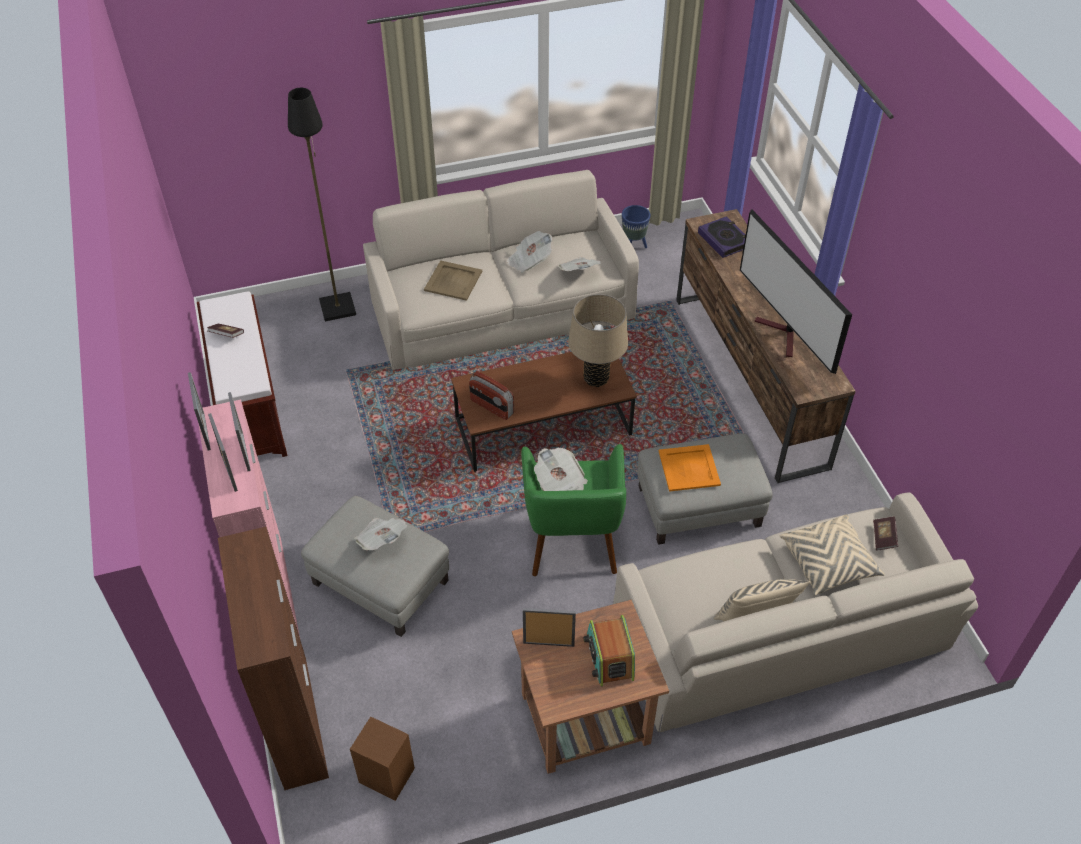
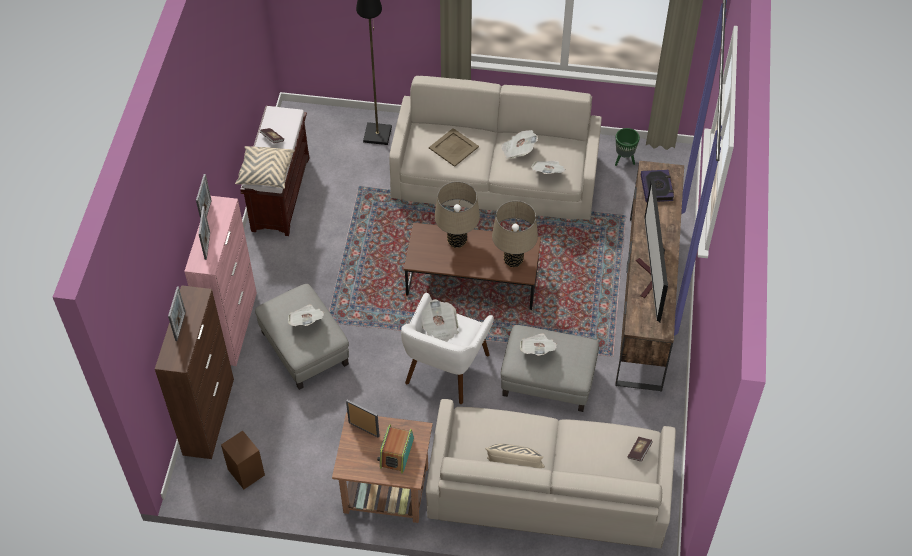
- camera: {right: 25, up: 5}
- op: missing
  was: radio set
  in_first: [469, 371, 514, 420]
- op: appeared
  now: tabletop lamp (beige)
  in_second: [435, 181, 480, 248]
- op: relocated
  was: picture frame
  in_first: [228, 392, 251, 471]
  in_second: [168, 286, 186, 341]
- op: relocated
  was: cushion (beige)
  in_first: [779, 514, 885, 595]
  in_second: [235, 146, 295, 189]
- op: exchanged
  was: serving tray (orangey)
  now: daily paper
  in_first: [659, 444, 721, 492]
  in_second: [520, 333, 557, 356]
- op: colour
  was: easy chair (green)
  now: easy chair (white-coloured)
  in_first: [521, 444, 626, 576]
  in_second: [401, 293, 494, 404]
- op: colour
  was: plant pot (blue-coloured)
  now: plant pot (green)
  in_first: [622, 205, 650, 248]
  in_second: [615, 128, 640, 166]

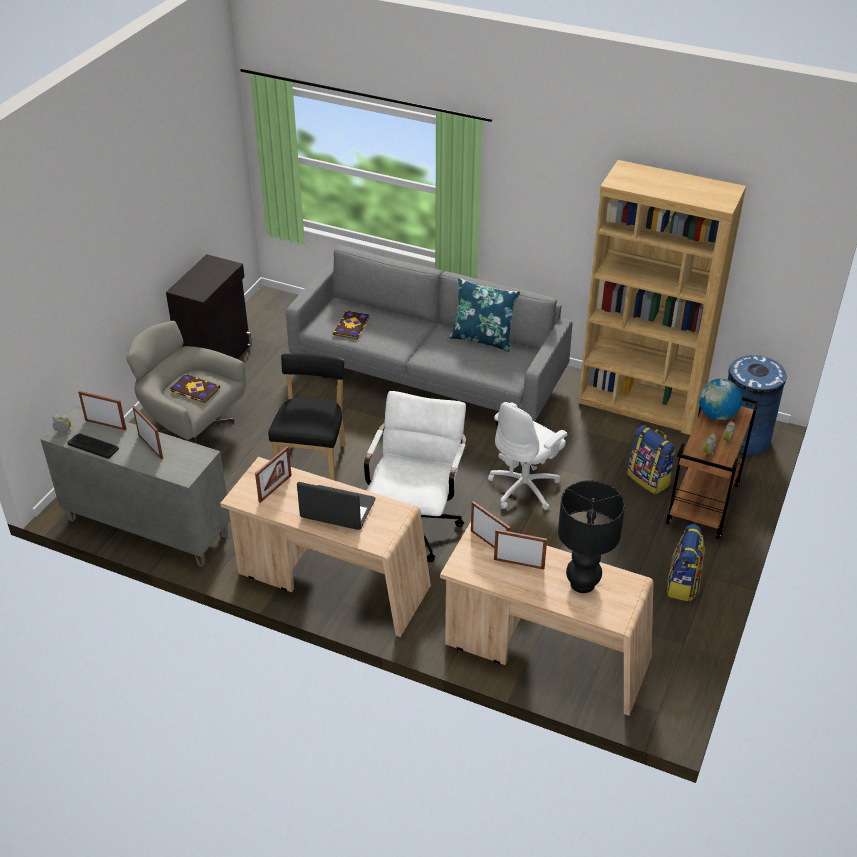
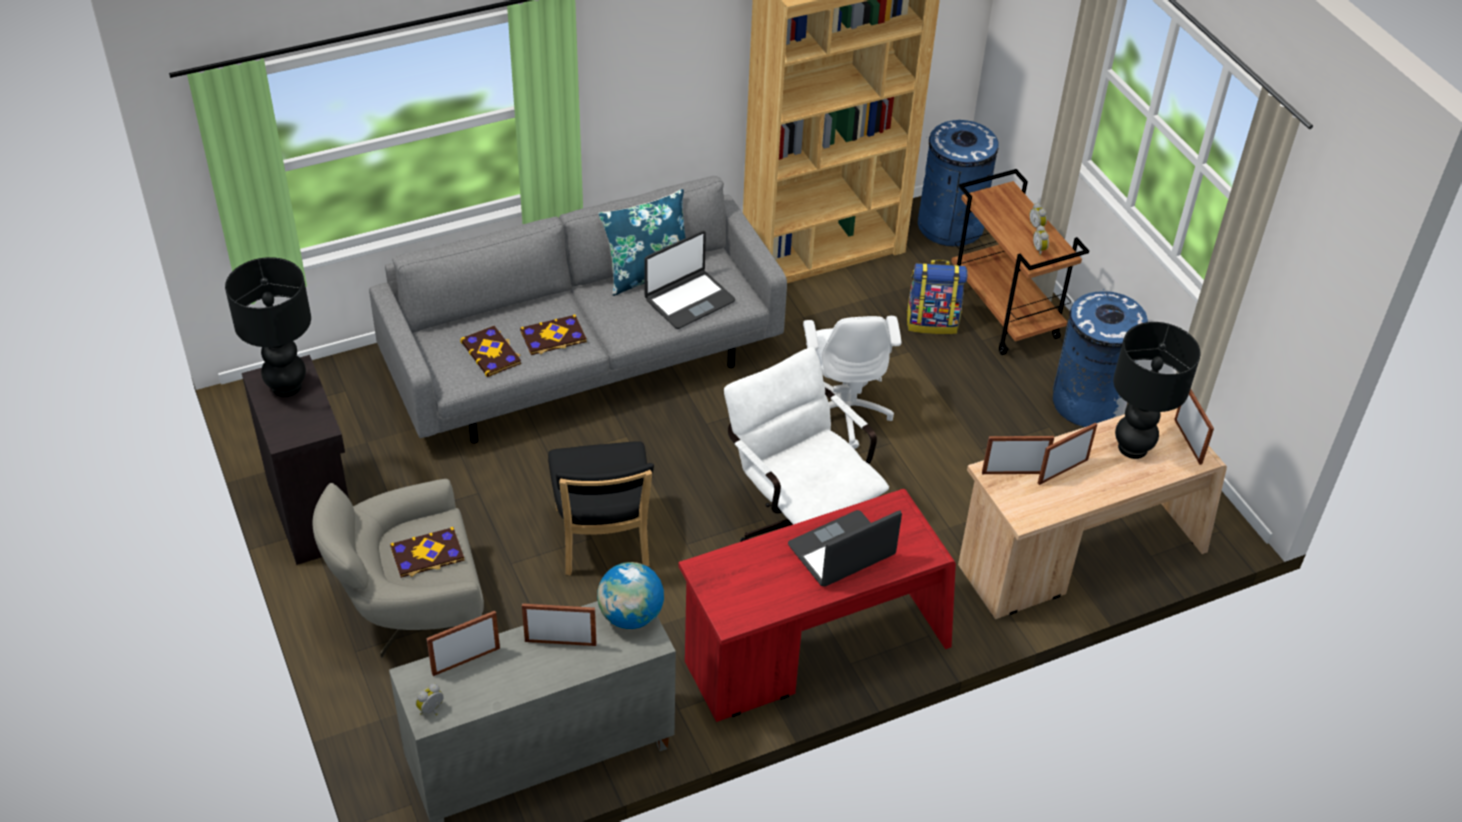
- camera: {right: -50, up: 5}
- op: missing
  was: computer keyboard
  in_first: [67, 434, 119, 459]
- op: appeared
  now: tabletop lamp (blackish)
  in_second: [225, 257, 311, 397]
- op: appeared
  now: bound book
  in_second: [520, 314, 587, 355]
- op: appeared
  now: portable computer
  in_second: [644, 231, 735, 329]
- op: relocated
  was: picture frame
  in_first: [255, 446, 292, 503]
  in_second: [1174, 389, 1214, 465]
- op: relocated
  was: desk globe
  in_first: [699, 379, 742, 421]
  in_second: [597, 562, 664, 629]
- op: exchanged
  was: knapsack
  now: waste bin (blue-coloured)
  in_first: [667, 524, 705, 601]
  in_second: [1053, 289, 1148, 427]
- op: colour
  was: desk unit (beige)
  now: desk unit (red)
  in_first: [220, 457, 431, 637]
  in_second: [679, 489, 956, 722]
- op: spun
  was: plain chair (blackish)
  in_first: [268, 354, 346, 481]
  in_second: [548, 441, 654, 575]
  clockwise: -150

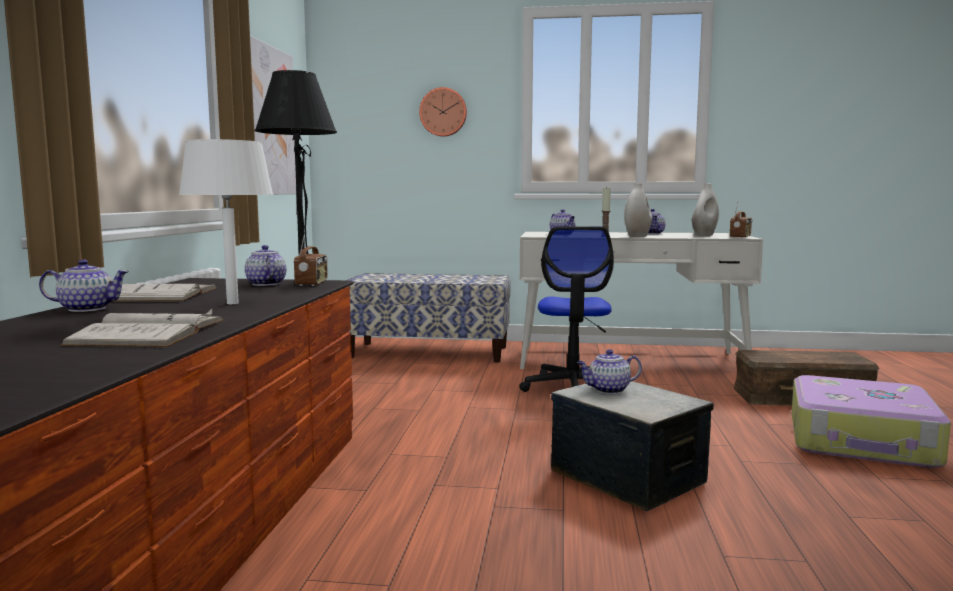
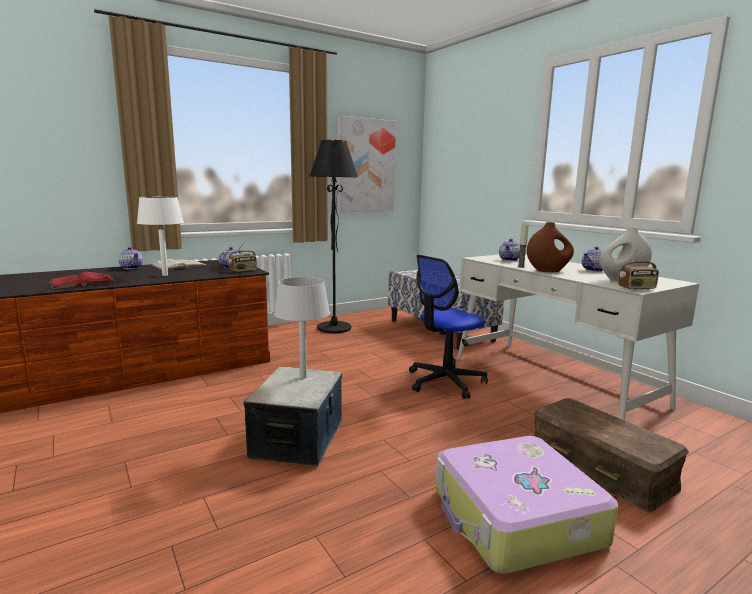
- camera: {right: 50, up: 5}
- op: missing
  was: clock on the wall
  in_first: [419, 87, 467, 137]
- op: exchanged
  was: tea pot
  now: tabletop lamp (grey)
  in_first: [577, 349, 642, 394]
  in_second: [274, 277, 330, 378]
- op: colour
  was: bound book (white-coloured)
  now: bound book (red)
  in_first: [60, 309, 225, 347]
  in_second: [49, 272, 116, 289]
- op: colour
  was: vase (white-coloured)
  now: vase (brown)
  in_first: [624, 183, 652, 237]
  in_second: [527, 222, 574, 272]

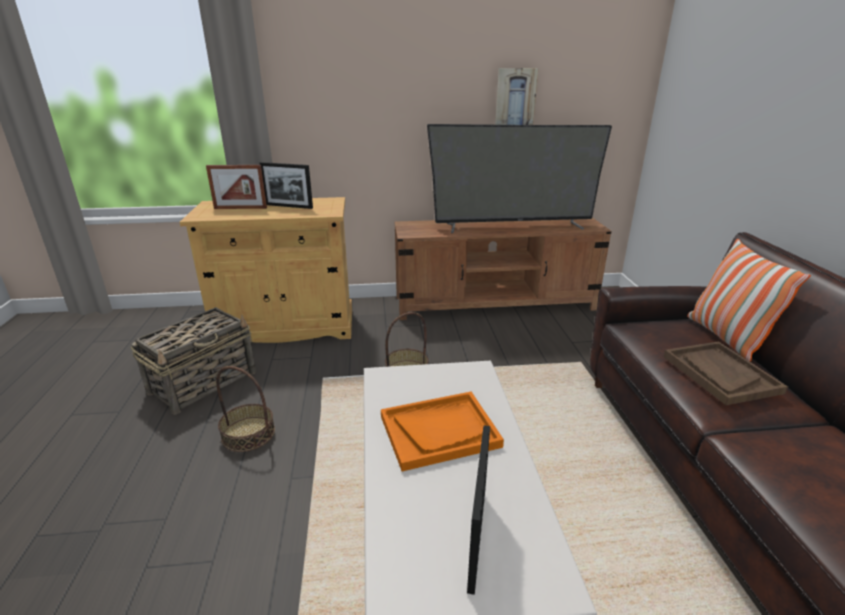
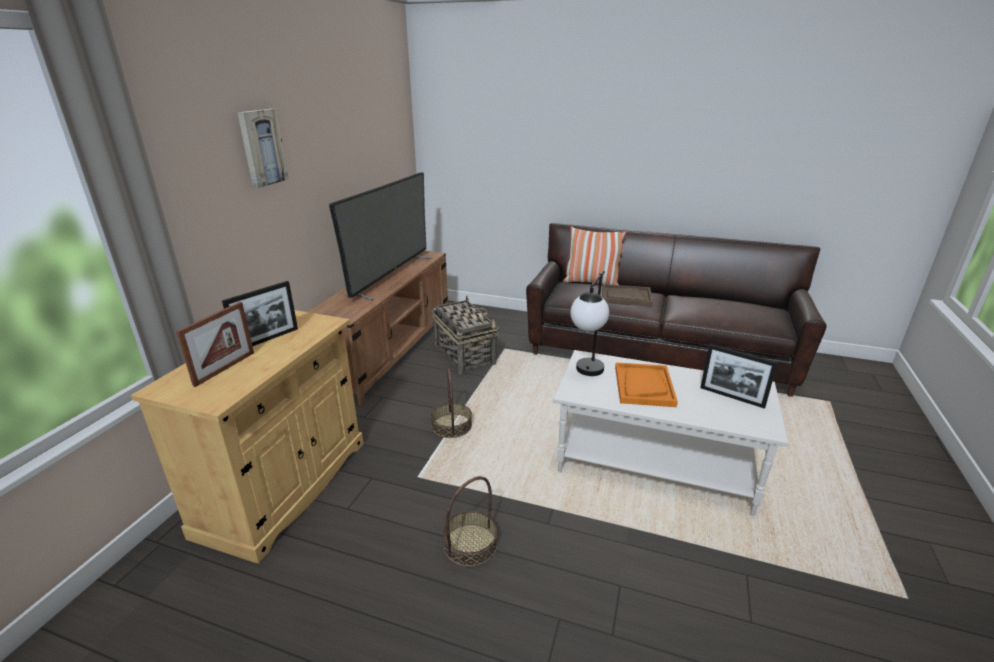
- camera: {right: -65, up: 0}
- op: appeared
  now: tabletop lamp
  in_second: [570, 271, 609, 376]
- op: relocated
  was: household basket
  in_first: [131, 307, 256, 415]
  in_second: [432, 296, 499, 374]
- op: relocated
  was: picture
  in_first: [495, 68, 538, 125]
  in_second: [237, 109, 289, 188]

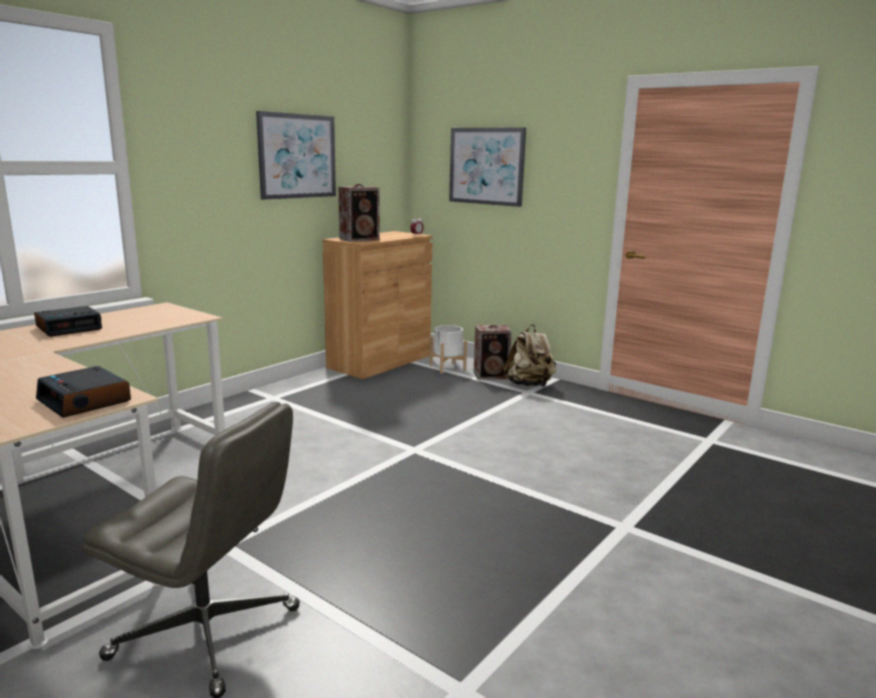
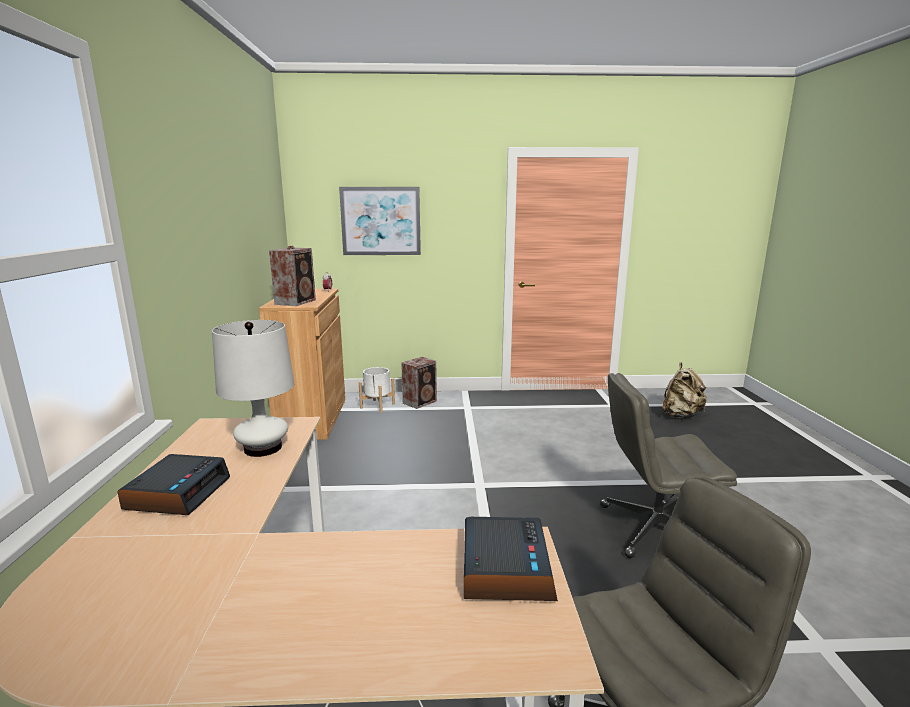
- camera: {right: -40, up: 0}
- op: missing
  was: picture
  in_first: [256, 111, 336, 200]
- op: appeared
  now: tabletop lamp (white-coloured)
  in_second: [212, 320, 294, 457]
- op: appeared
  now: computer chair (grey)
  in_second: [600, 373, 737, 558]
- op: relocated
  was: knapsack (beige)
  in_first: [503, 324, 556, 387]
  in_second: [662, 362, 707, 418]
- op: spun
  was: bedside clock
  in_first: [36, 366, 131, 418]
  in_second: [464, 517, 558, 601]
  clockwise: -90

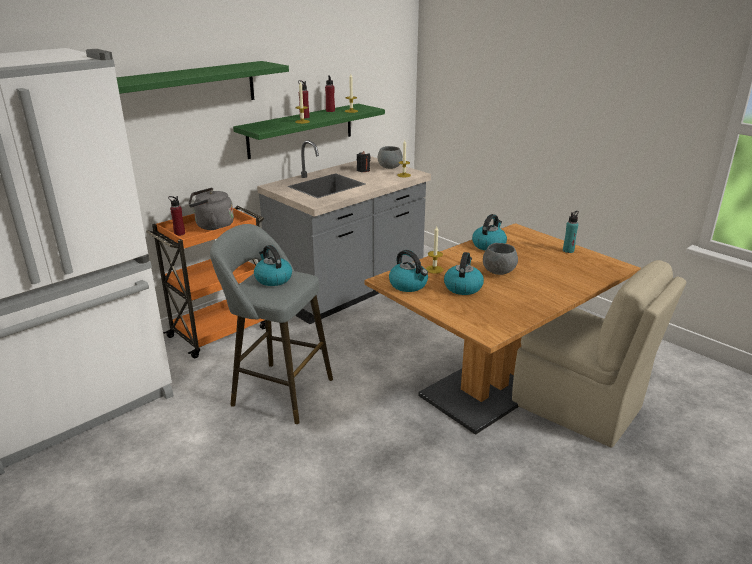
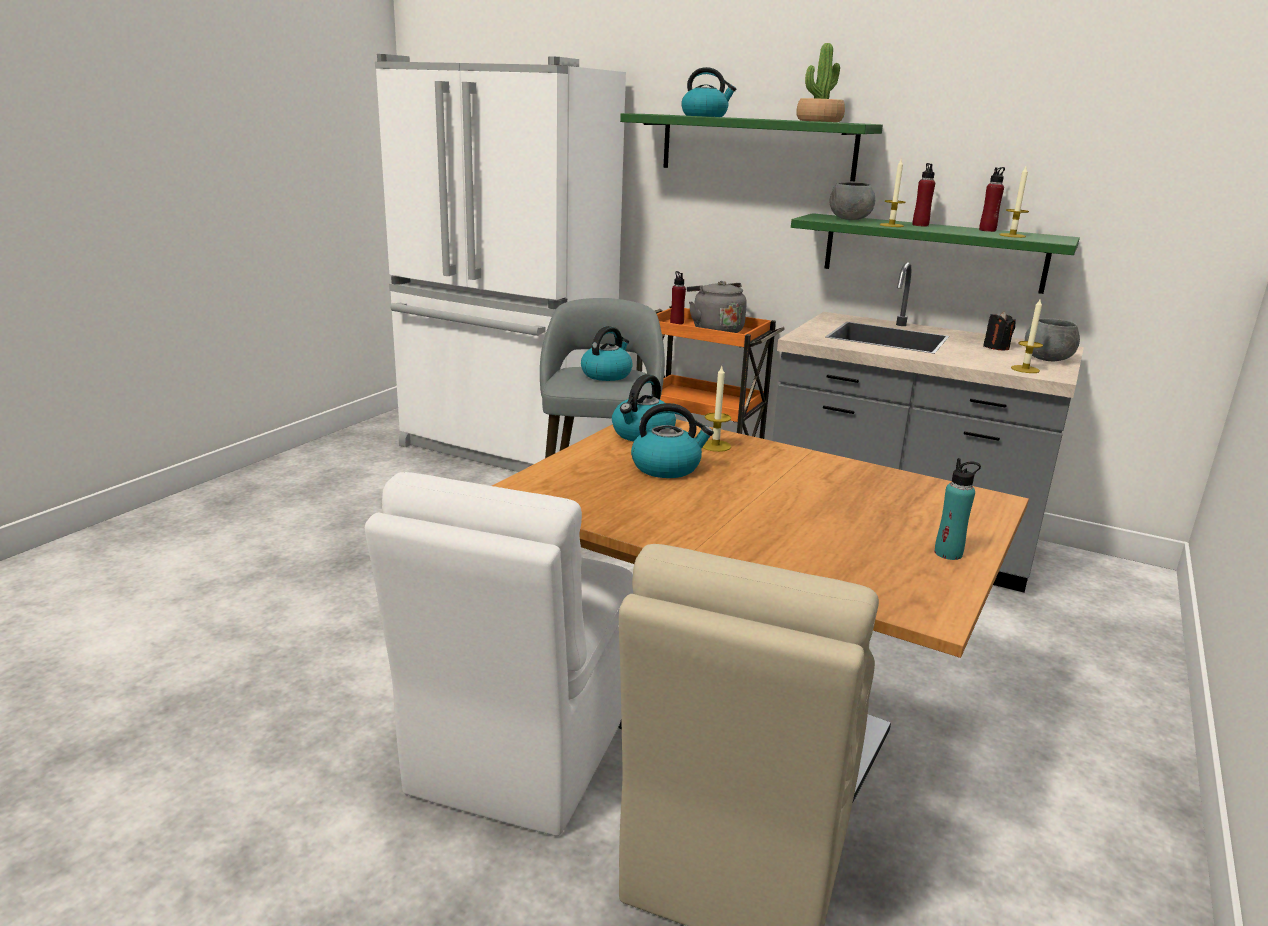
- camera: {right: 70, up: -5}
- op: appeared
  now: plain chair (white-coloured)
  in_second: [365, 472, 633, 836]
- op: appeared
  now: houseplant
  in_second: [796, 43, 845, 122]
- op: relocated
  was: water kettle
  in_first: [472, 214, 507, 251]
  in_second: [681, 67, 736, 117]
- op: relocated
  was: deep dish (grey)
  in_first: [483, 243, 518, 275]
  in_second: [829, 183, 875, 220]

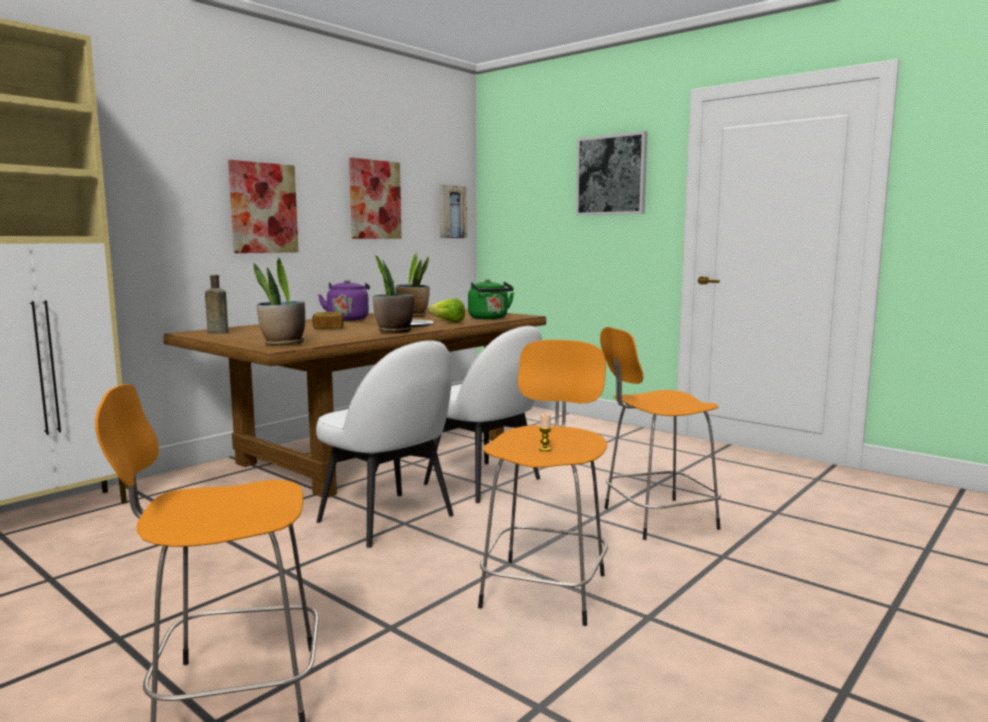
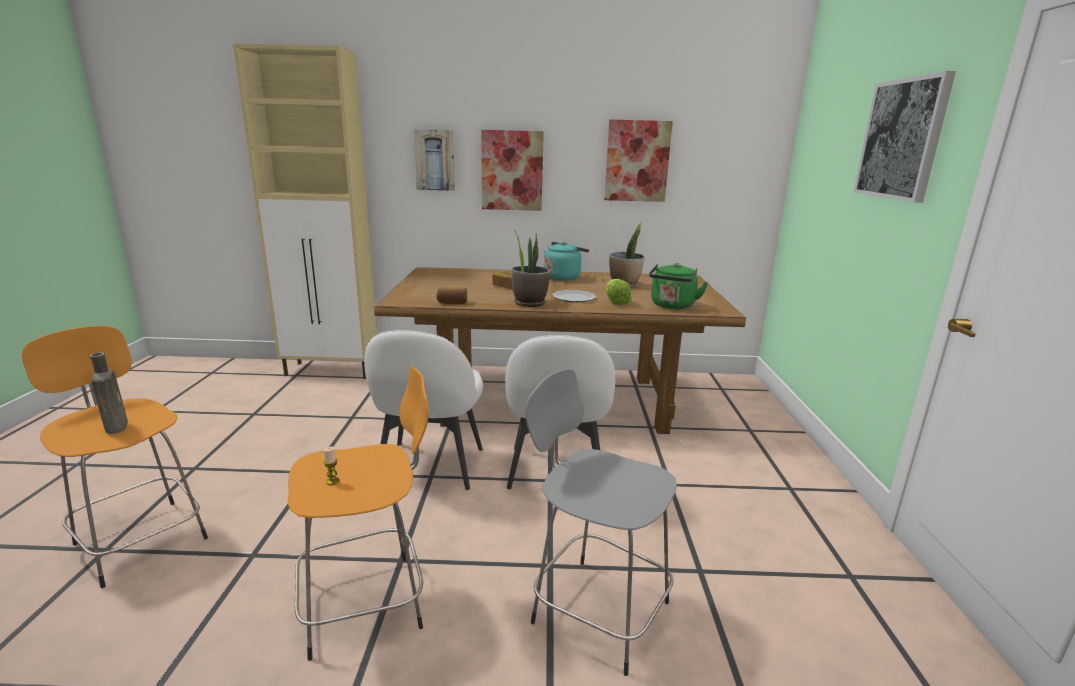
- camera: {right: 50, up: 10}
- op: missing
  was: houseplant
  in_first: [253, 258, 305, 346]
- op: appeared
  now: bakery bread
  in_second: [436, 287, 467, 304]
- op: relocated
  was: bottle (brown)
  in_first: [205, 275, 228, 334]
  in_second: [90, 352, 128, 434]
- op: relocated
  was: picture
  in_first: [439, 185, 467, 238]
  in_second: [414, 129, 455, 191]
- op: colour
  was: water kettle (purplish)
  now: water kettle (blue-green)
  in_first: [318, 280, 370, 321]
  in_second: [544, 242, 589, 281]
- op: colour
  was: sitting stool (orangey)
  now: sitting stool (grey)
  in_first: [600, 327, 721, 540]
  in_second: [525, 369, 677, 676]

